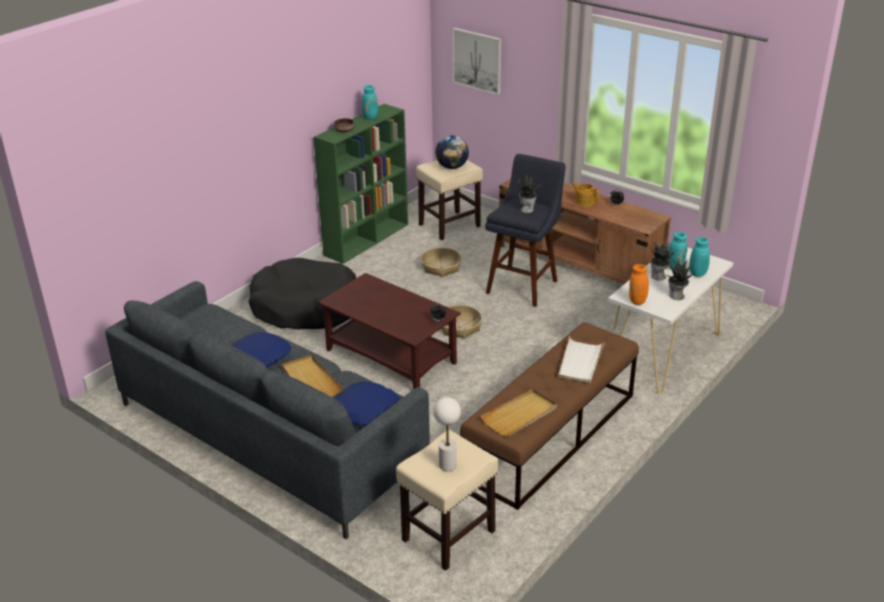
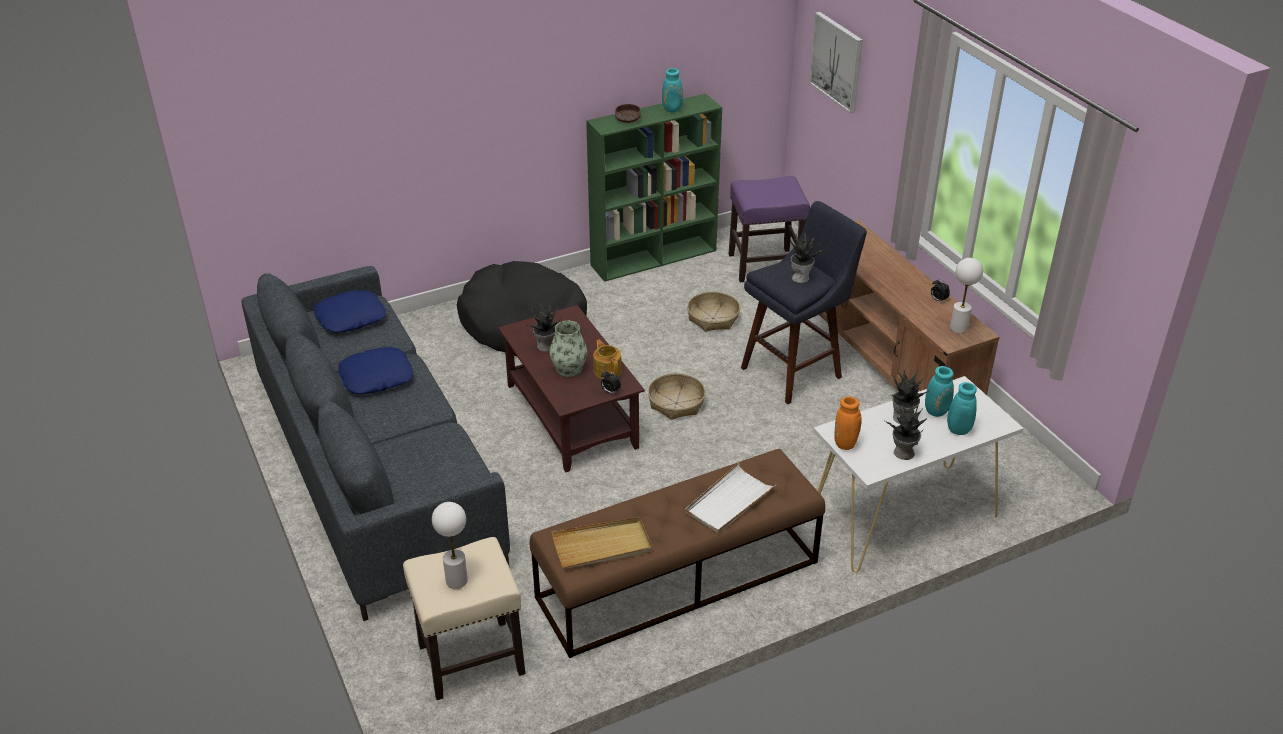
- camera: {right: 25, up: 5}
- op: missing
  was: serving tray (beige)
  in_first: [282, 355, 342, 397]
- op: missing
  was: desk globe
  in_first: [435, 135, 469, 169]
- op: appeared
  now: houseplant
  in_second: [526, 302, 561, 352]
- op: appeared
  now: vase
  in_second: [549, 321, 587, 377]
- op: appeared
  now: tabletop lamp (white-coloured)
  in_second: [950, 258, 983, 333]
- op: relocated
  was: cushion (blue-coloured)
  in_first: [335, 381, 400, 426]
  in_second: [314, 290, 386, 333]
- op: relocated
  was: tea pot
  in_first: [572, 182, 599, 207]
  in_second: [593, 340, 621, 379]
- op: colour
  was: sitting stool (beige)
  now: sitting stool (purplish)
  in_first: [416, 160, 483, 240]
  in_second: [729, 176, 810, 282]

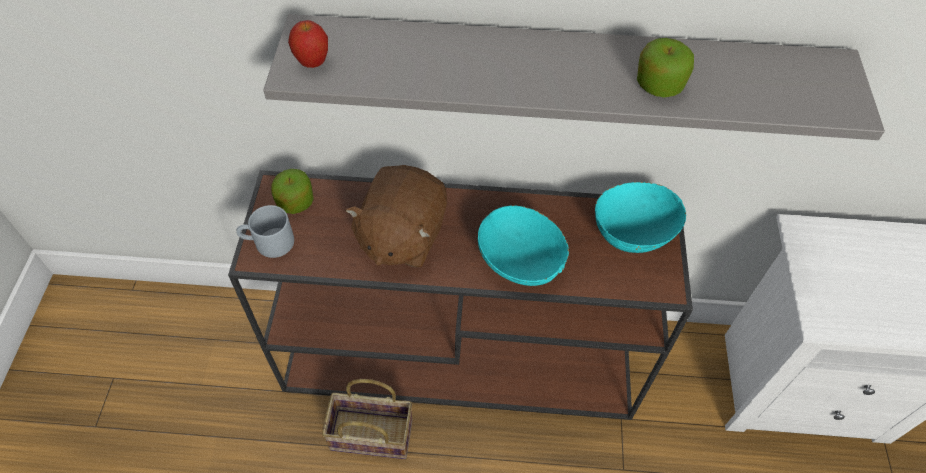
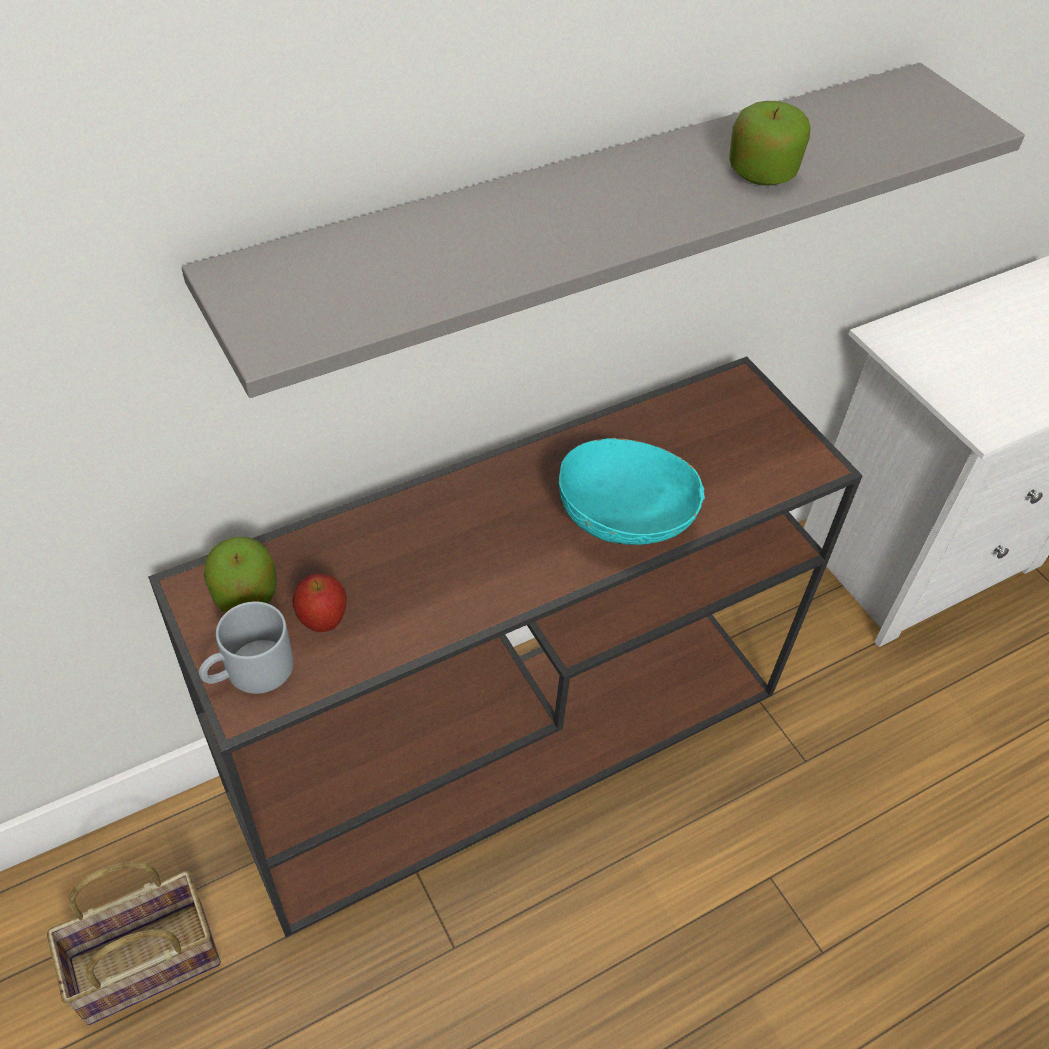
- camera: {right: -35, up: -5}
- op: missing
  was: soft toy (brown)
  in_first: [345, 165, 447, 267]
- op: missing
  was: deep dish (blue-green)
  in_first: [595, 182, 686, 253]
- op: relocated
  was: apple
  in_first: [288, 20, 328, 68]
  in_second: [292, 574, 347, 632]
- op: relocated
  was: household basket
  in_first: [322, 379, 413, 459]
  in_second: [47, 862, 221, 1025]

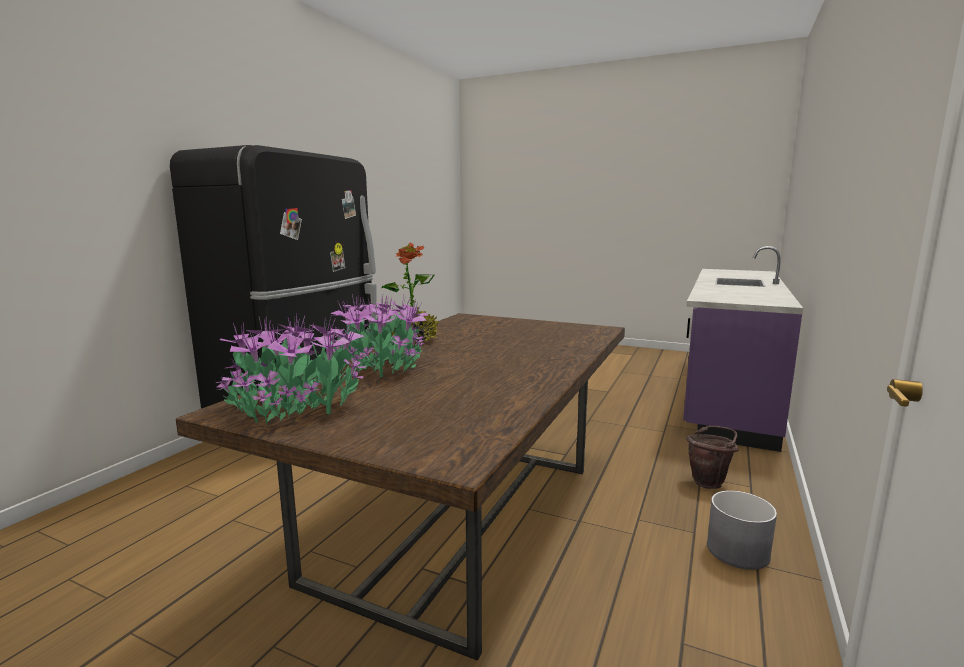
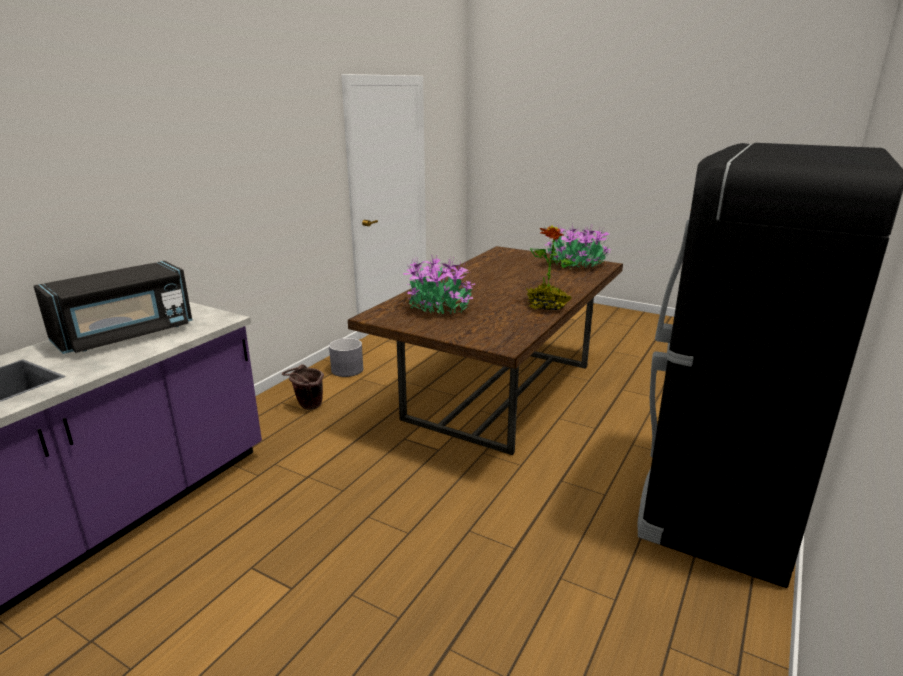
- camera: {right: -175, up: 10}
- op: appeared
  now: microwave (blackish)
  in_second: [34, 261, 192, 354]
- op: relocated
  was: houseplant
  in_first: [330, 293, 428, 377]
  in_second: [403, 254, 475, 314]

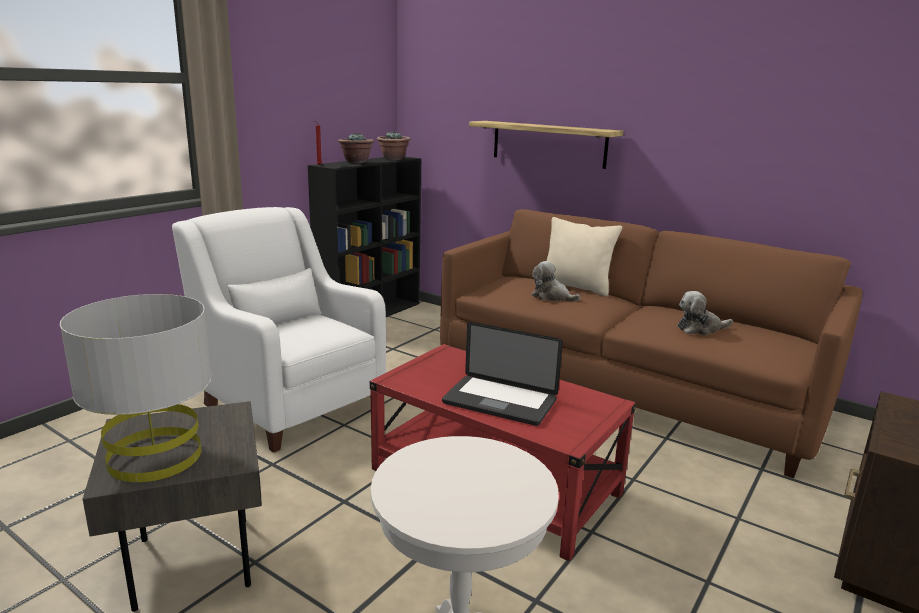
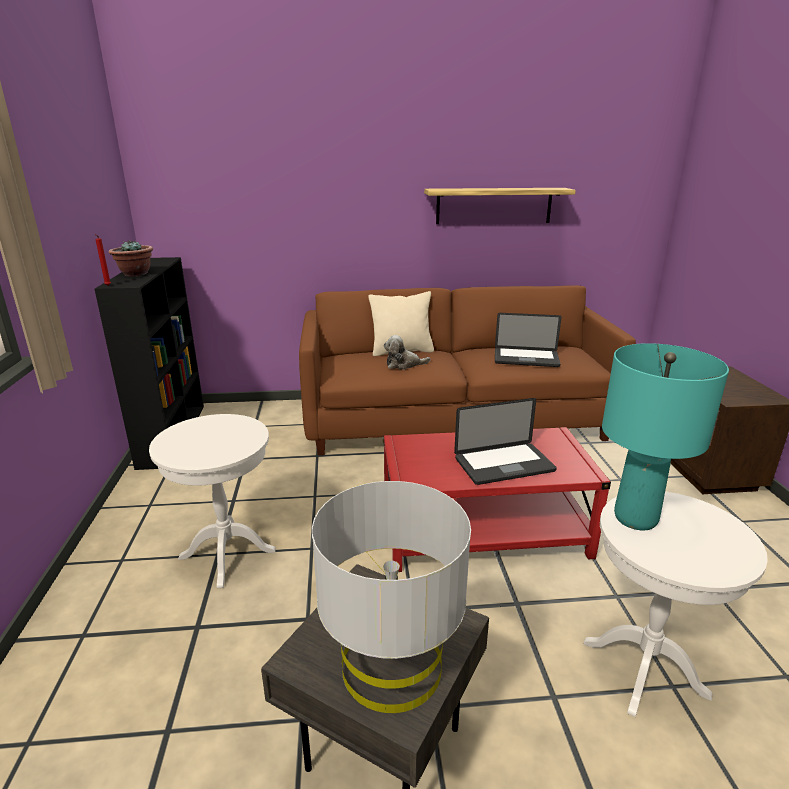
- camera: {right: -40, up: 5}
- op: missing
  was: houseplant
  in_first: [377, 131, 410, 160]
- op: appeared
  now: tabletop lamp (blue-green)
  in_second: [602, 343, 729, 530]
- op: relocated
  was: shelf
  in_first: [469, 121, 624, 169]
  in_second: [424, 188, 576, 224]
- op: exchanged
  was: easy chair (white-coloured)
  now: accent table (white-coloured)
  in_first: [172, 207, 386, 453]
  in_second: [149, 414, 276, 588]
- op: exchanged
  was: soft toy
  now: portable computer
  in_first: [677, 291, 733, 335]
  in_second: [495, 313, 562, 367]

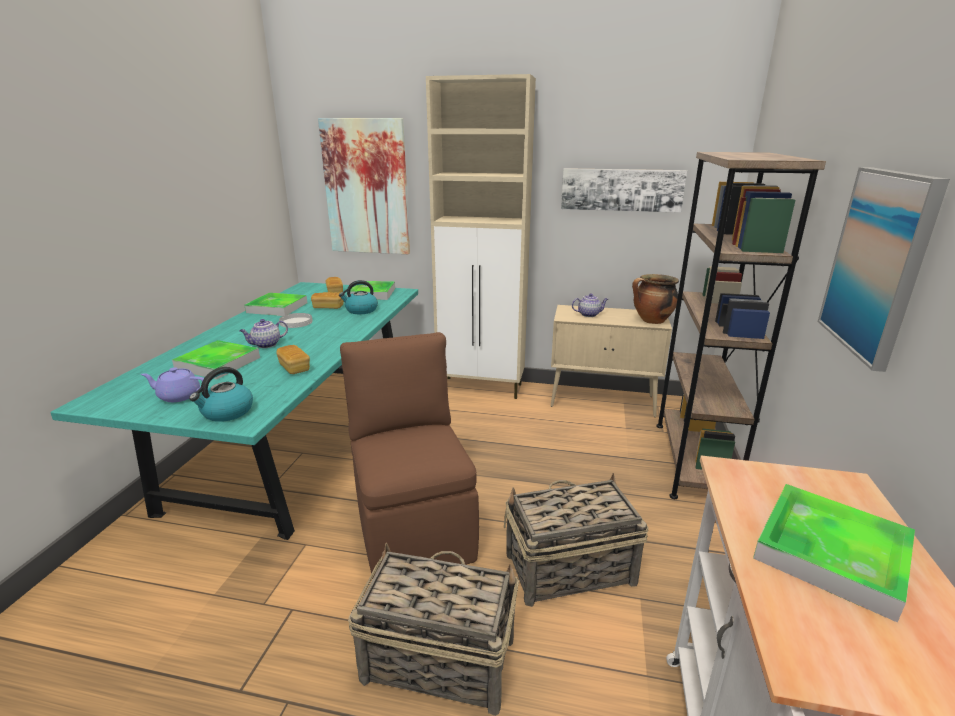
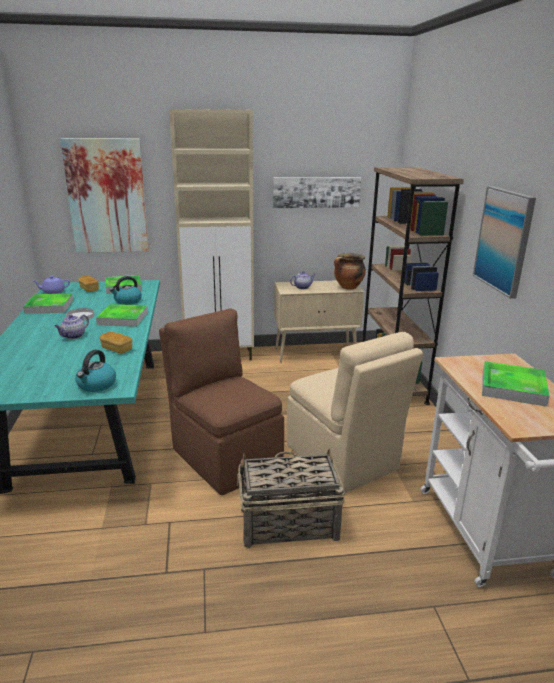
- camera: {right: -20, up: 0}
- op: missing
  was: bakery bread
  in_first: [311, 292, 344, 309]
- op: relocated
  was: tea pot (purplish)
  in_first: [141, 367, 204, 402]
  in_second: [34, 276, 70, 294]
- op: relocated
  was: serving tray
  in_first: [172, 340, 260, 380]
  in_second: [96, 304, 148, 327]
- op: exchanged
  was: household basket
  now: plain chair (beige)
  in_first: [504, 473, 649, 607]
  in_second: [286, 332, 423, 493]

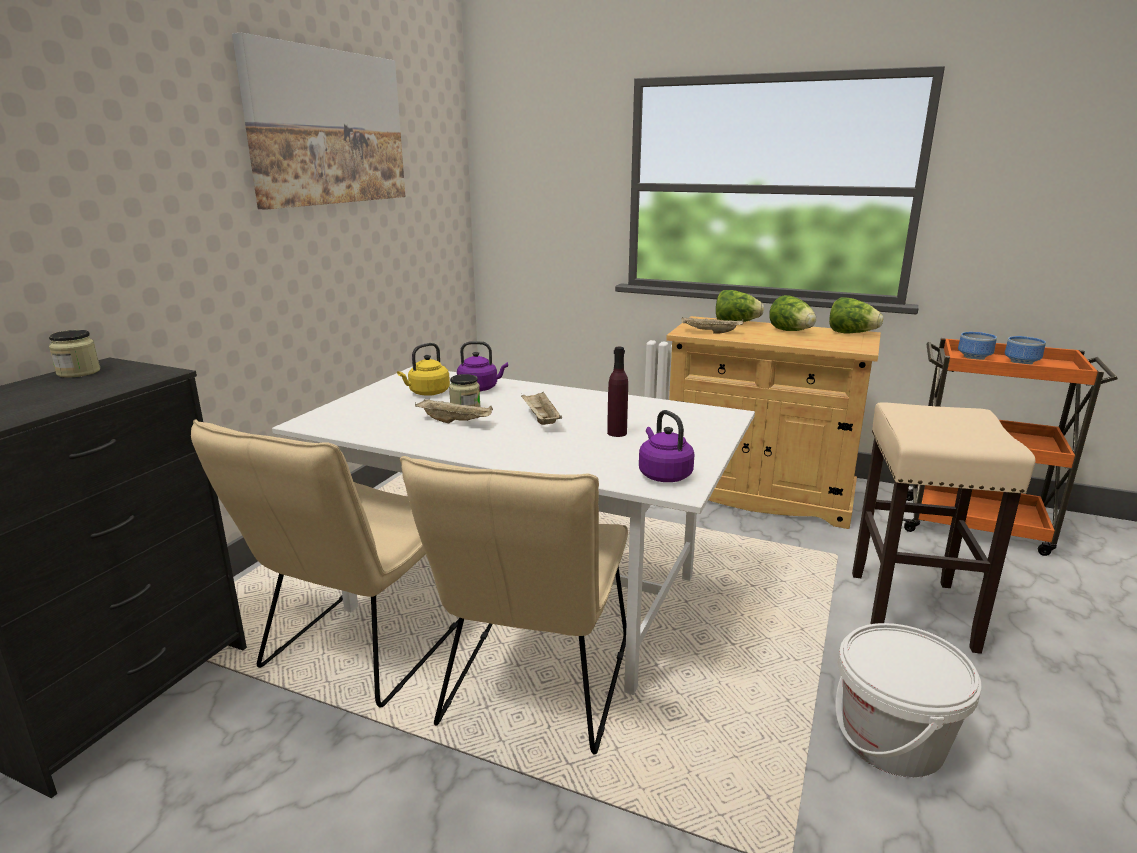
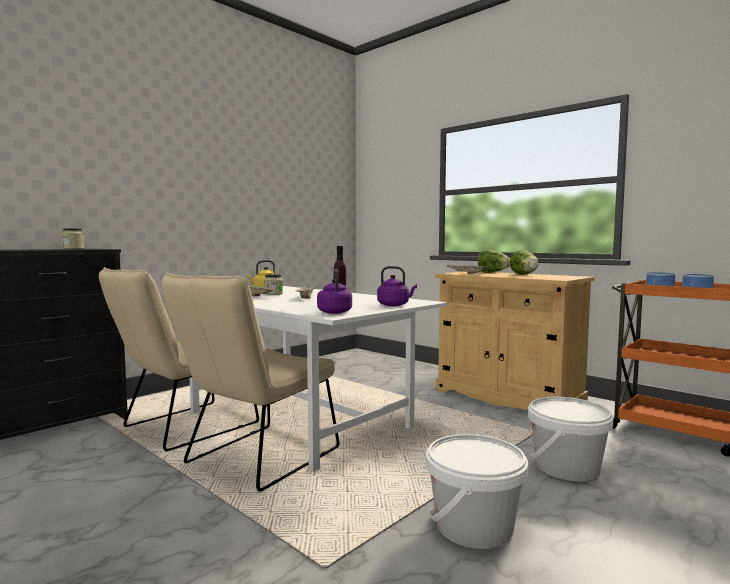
- camera: {right: 20, up: -15}
- op: missing
  was: picture
  in_first: [232, 33, 406, 210]
- op: missing
  was: lettuce
  in_first: [829, 298, 883, 333]
- op: relocated
  was: water kettle (purplish)
  in_first: [457, 341, 508, 391]
  in_second: [377, 266, 417, 306]
- op: exchanged
  was: sitting stool (beige)
  now: water bucket (white-coloured)
  in_first: [852, 402, 1035, 654]
  in_second: [528, 397, 614, 482]

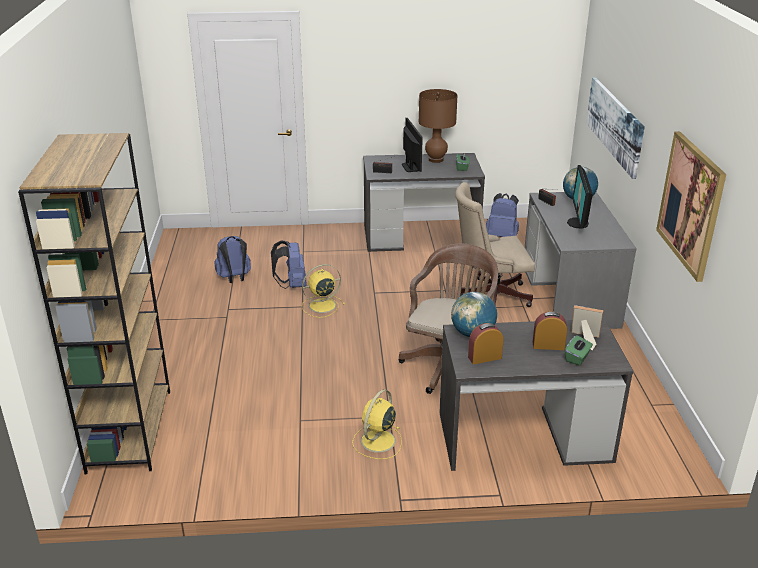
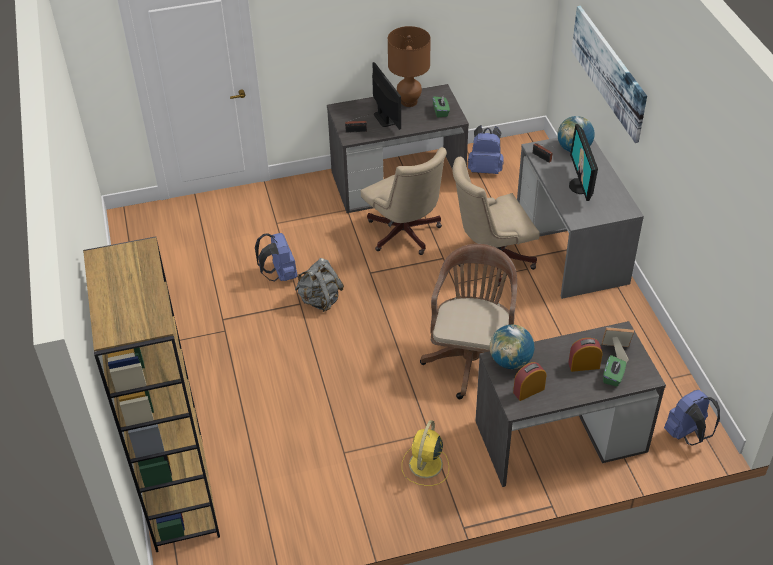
- camera: {right: -10, up: 15}
- op: missing
  was: picture
  in_first: [656, 131, 726, 282]
- op: appeared
  now: computer chair (beige)
  in_second: [361, 147, 447, 255]
- op: relocated
  was: knapsack (blue-coloured)
  in_first: [214, 236, 251, 283]
  in_second: [664, 390, 720, 446]
- op: exchanged
  was: cooling fan (yellow-coloured)
  now: knapsack (grey)
  in_first: [302, 264, 345, 318]
  in_second: [295, 258, 344, 312]

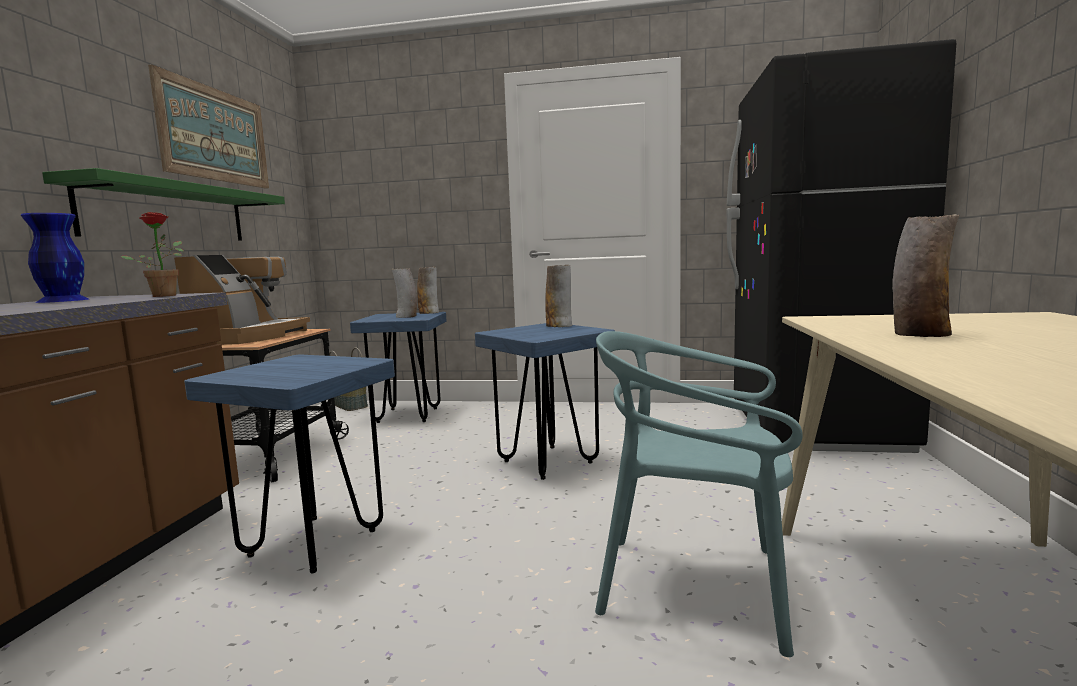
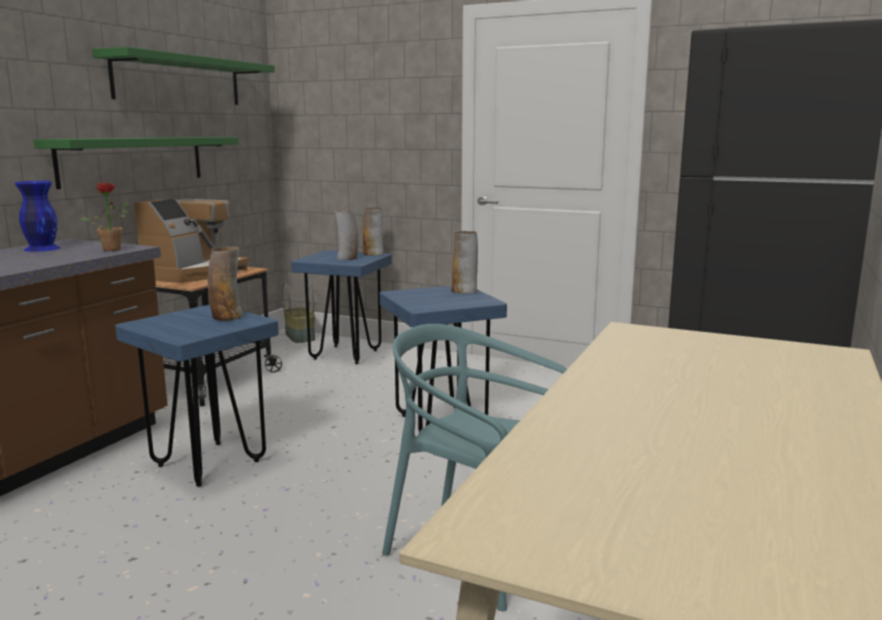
- camera: {right: 15, up: 5}
- op: relocated
  was: vase
  in_first: [892, 214, 959, 337]
  in_second: [208, 246, 243, 321]
- op: exchanged
  was: picture
  now: shelf (green)
  in_first: [148, 64, 269, 189]
  in_second: [92, 47, 275, 105]

